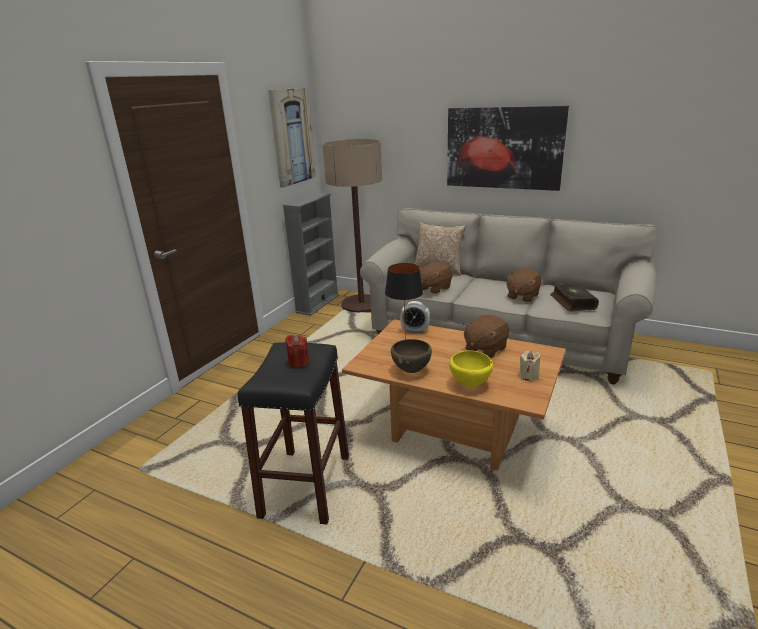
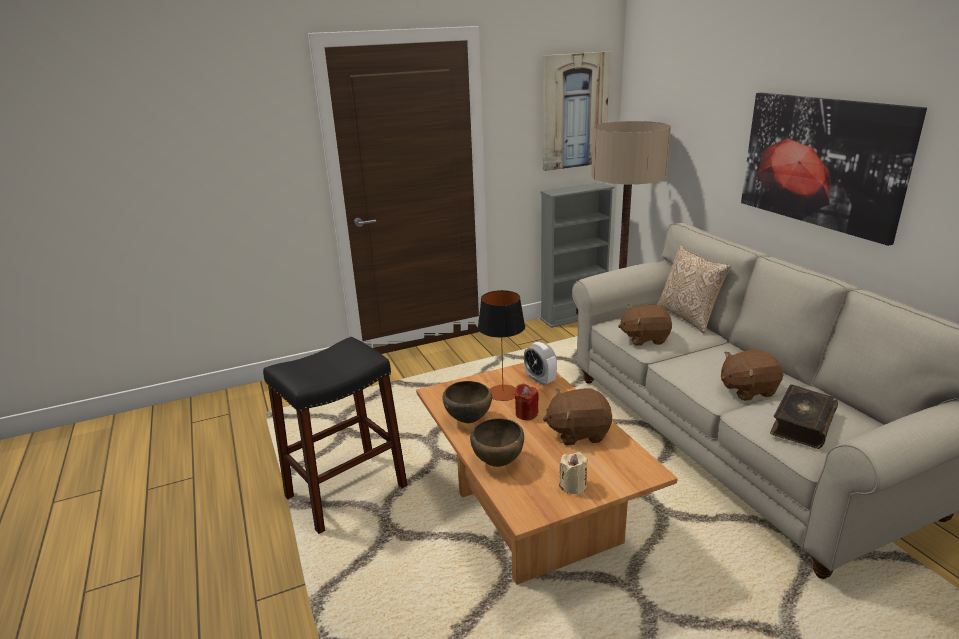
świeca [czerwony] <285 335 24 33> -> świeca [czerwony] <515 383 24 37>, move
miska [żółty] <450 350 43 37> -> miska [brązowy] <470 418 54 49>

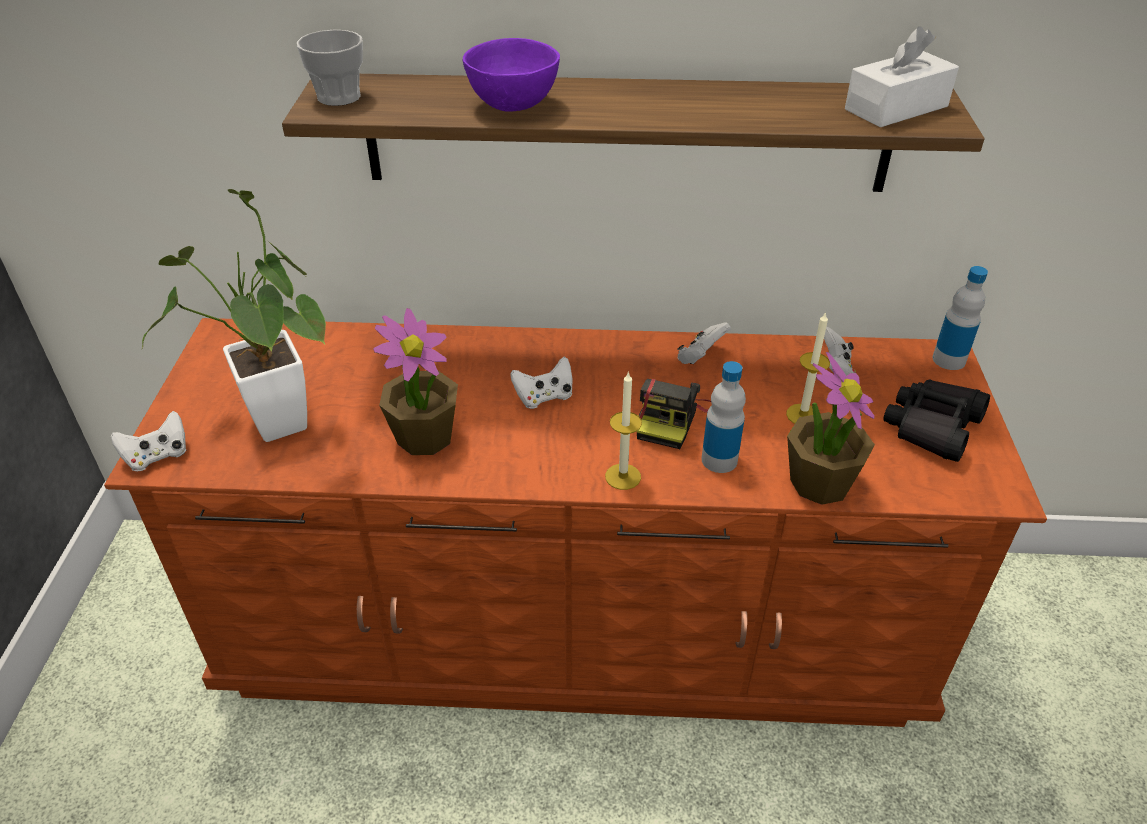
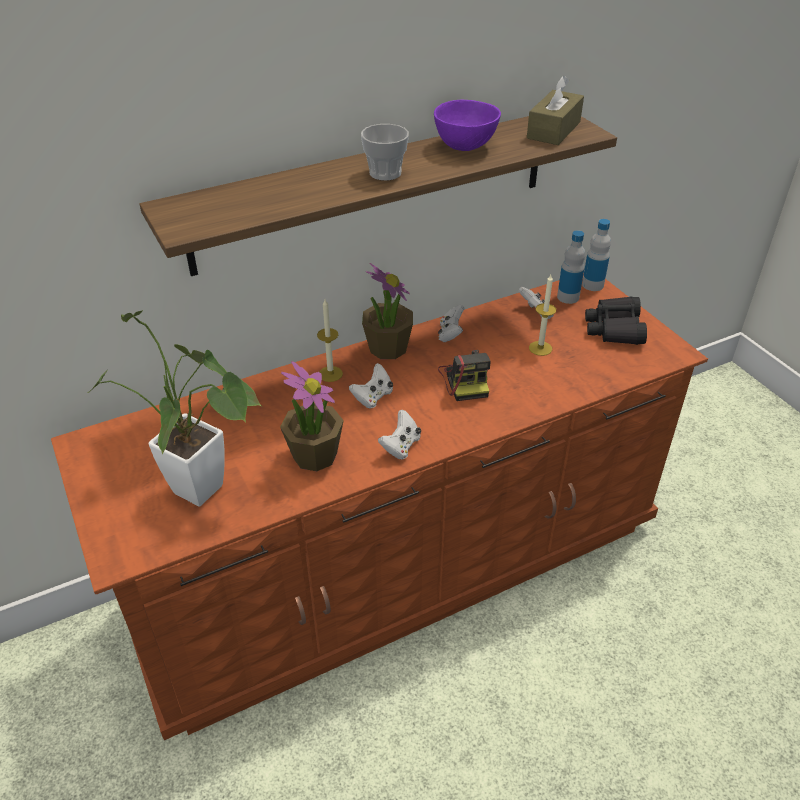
pudełko chusteczek [biały] <845 26 114 101> -> pudełko chusteczek [brązowy] <527 76 57 69>
filiżanka <297 30 66 76> -> filiżanka <361 124 48 57>, move
miska [fioletowy] <463 38 97 74> -> miska [fioletowy] <434 100 67 51>, move
roślina doniczkowa <787 352 88 153> -> roślina doniczkowa <362 263 51 96>, move
butelka <701 361 45 112> -> butelka <557 230 28 74>, move
świeca <605 371 37 119> -> świeca <317 299 26 83>, move
pad do gier [biały] <111 411 76 60> -> pad do gier [biały] <378 410 43 49>, move

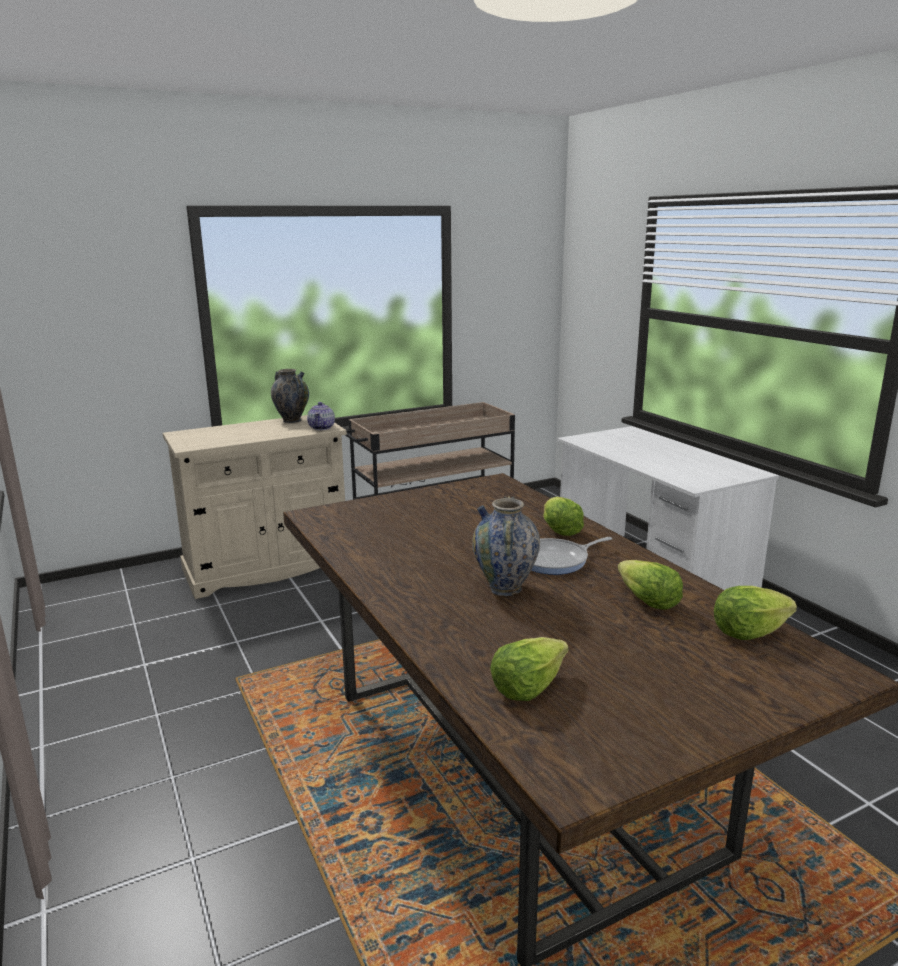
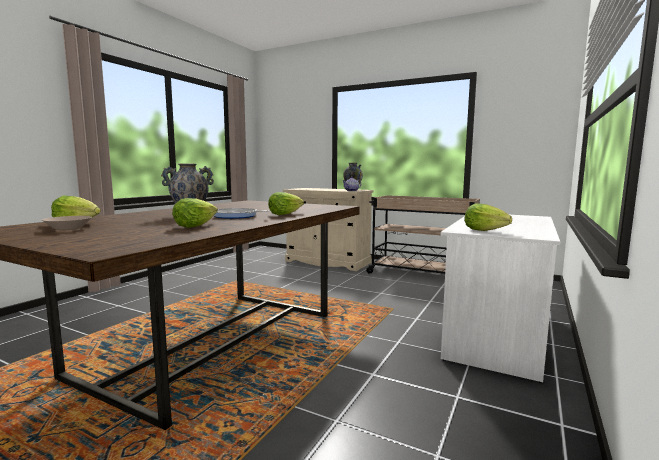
sałata <714 586 83 54> -> sałata <464 204 48 27>, move
none -> miska [beżowy] <42 216 50 14>

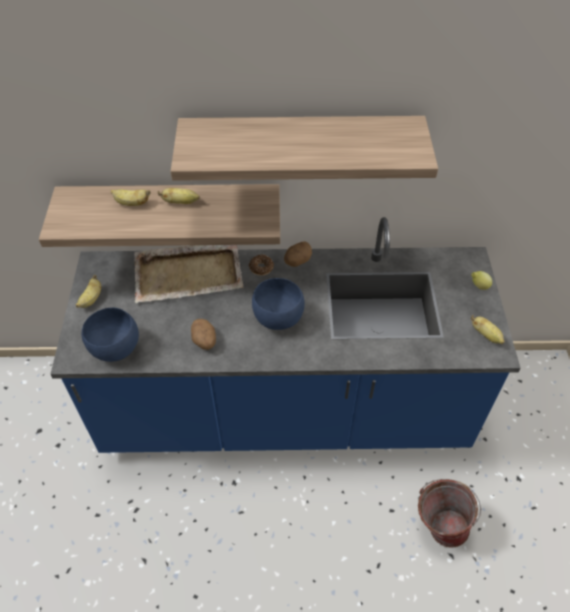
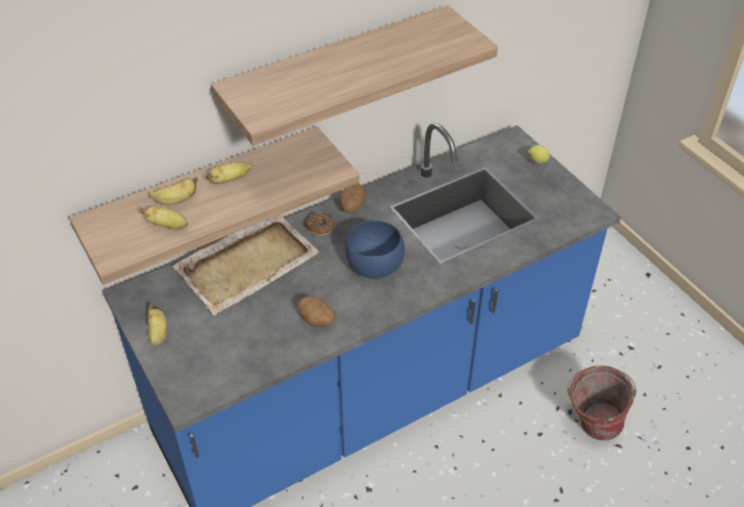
miska [niebieski] <82 308 57 54> -> none
banan <471 315 33 29> -> banan <140 206 48 24>, move

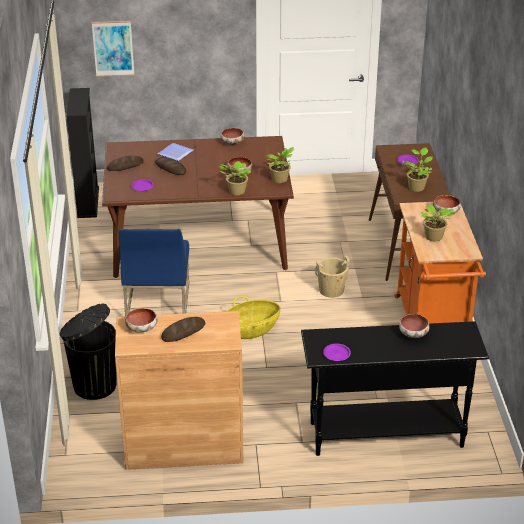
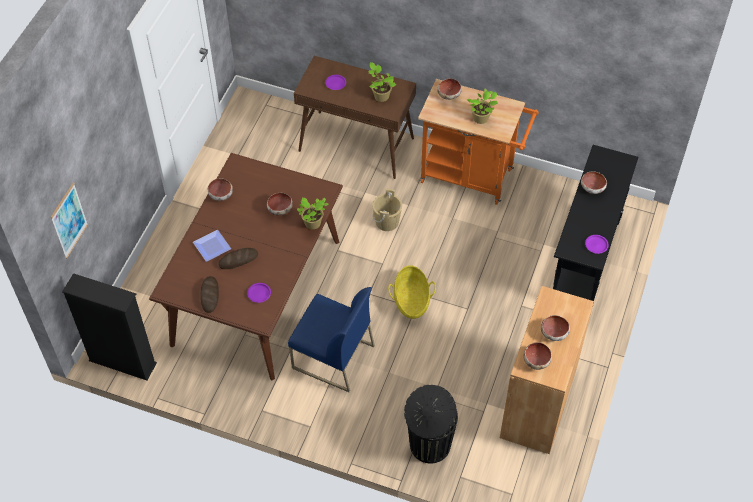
roślina doniczkowa <265 147 29 36> -> none
chleb <161 317 44 25> -> miska <541 315 29 26>

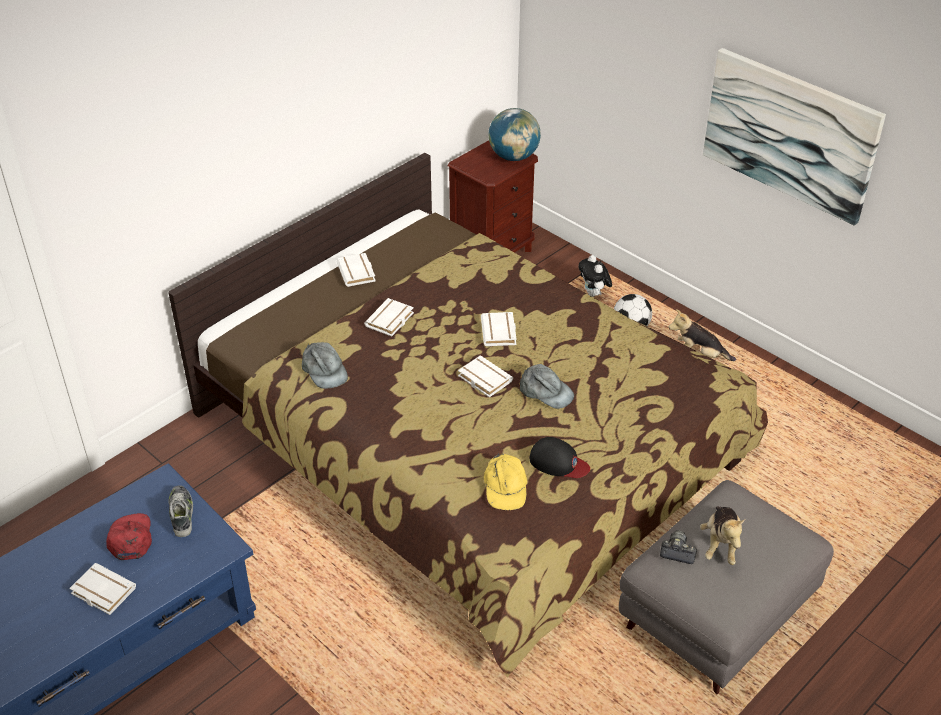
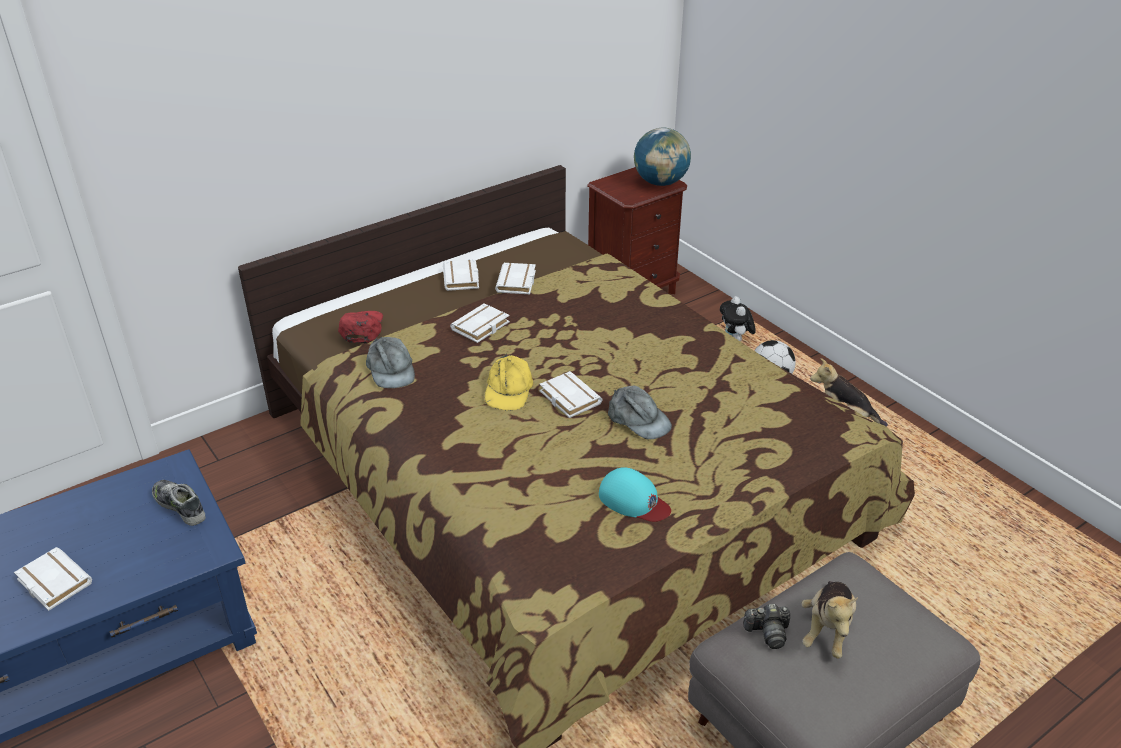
obraz <703 48 183 178> -> none
książka [biały] <481 312 36 34> -> książka [biały] <495 263 41 31>, move
czapka z daszkiem [czarny] <530 437 60 41> -> czapka z daszkiem [turkusowy] <599 467 72 55>
czapka z daszkiem [żółty] <484 453 43 57> -> czapka z daszkiem [żółty] <485 355 48 56>, move
but <169 486 24 51> -> but <152 480 54 46>, 45 degrees counterclockwise
czapka z daszkiem [czerwony] <106 513 46 47> -> czapka z daszkiem [czerwony] <338 311 45 32>, move
aparat fotograficzny <660 530 38 34> -> aparat fotograficzny <743 604 48 45>, 150 degrees clockwise

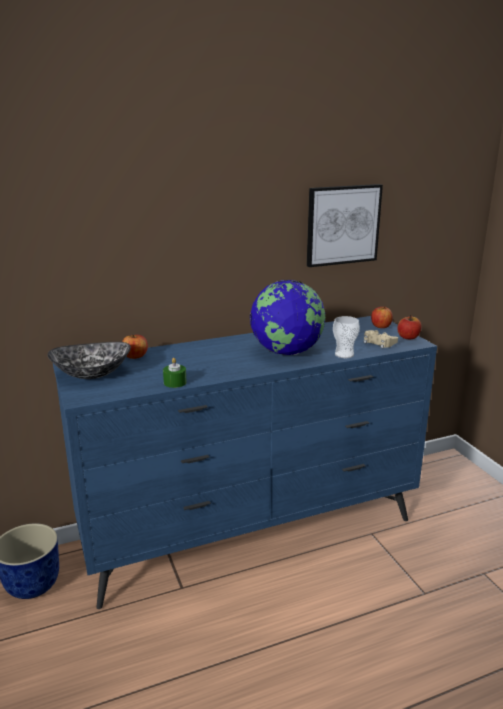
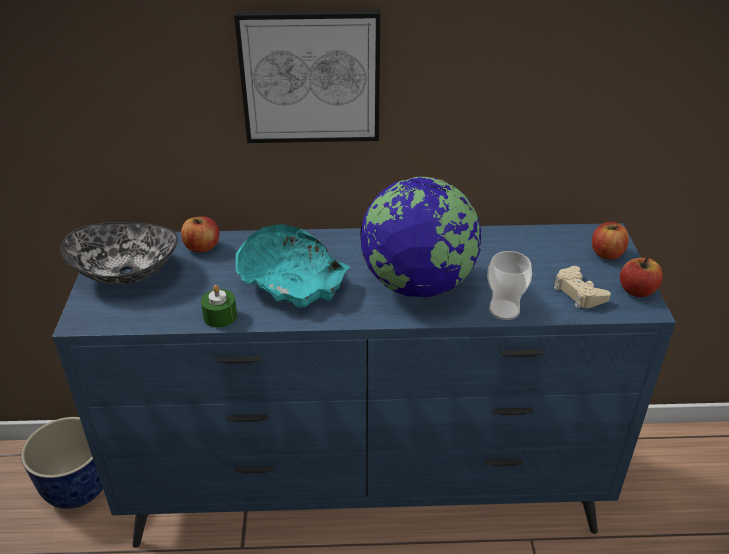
obraz <306 184 77 83> -> obraz <234 9 146 134>, move
none -> miska [turkusowy] <235 224 114 84>

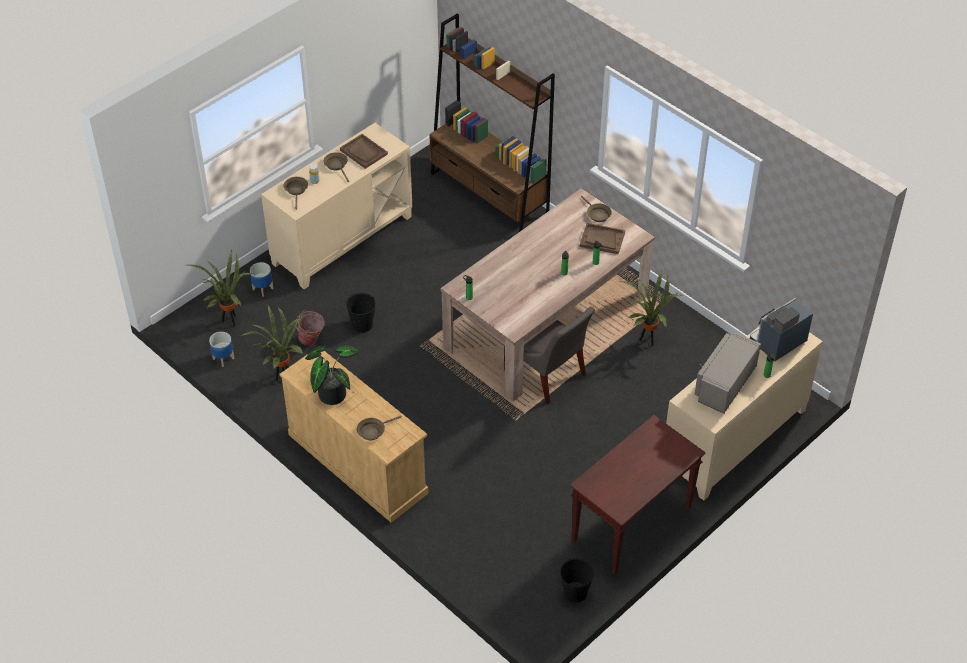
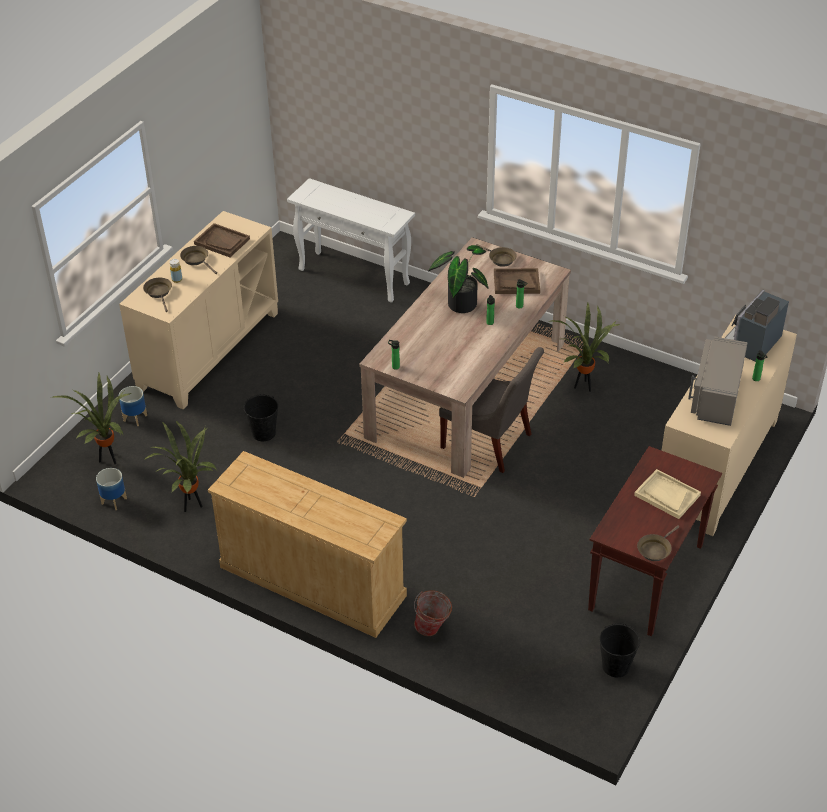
regał [brązowy] <430 13 125 219> -> stolik konsolowy [biały] <287 178 128 125>
wiadro <296 310 29 36> -> wiadro <414 590 38 46>, move
roślina doniczkowa <305 345 55 60> -> roślina doniczkowa <428 245 60 68>, move
patelnia [brązowy] <357 415 45 25> -> patelnia [brązowy] <637 525 42 36>, move
none -> taca [beżowy] <634 469 67 50>

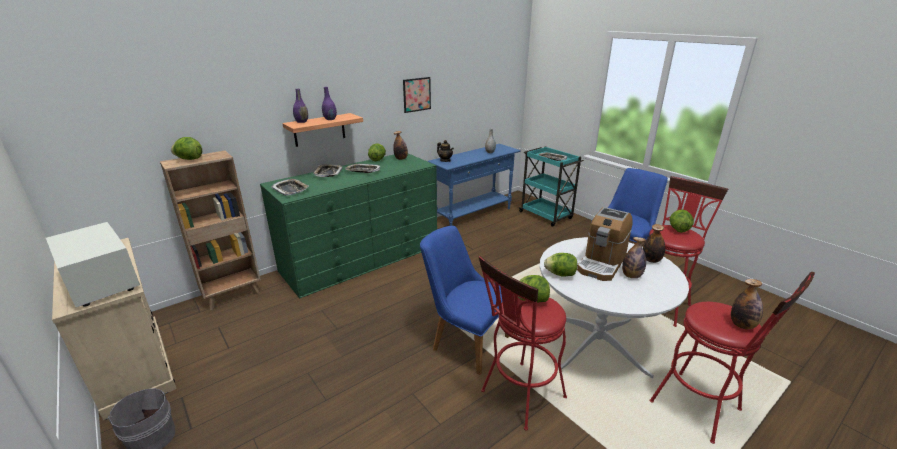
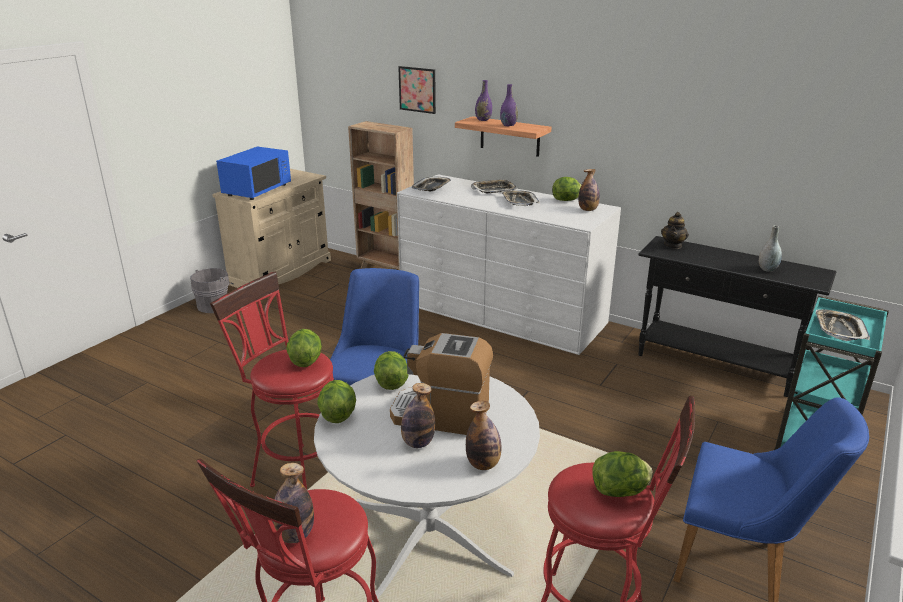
obraz <403 77 28 36> -> obraz <398 66 38 48>, move
sałata <171 137 31 23> -> sałata <317 380 39 43>, move
stolik konsolowy [niebieski] <427 144 94 82> -> stolik konsolowy [czarny] <638 236 198 161>
komoda [zielony] <260 153 177 145> -> komoda [biały] <397 174 224 181>
mikrofalówka [biały] <46 222 94 85> -> mikrofalówka [niebieski] <216 147 75 53>

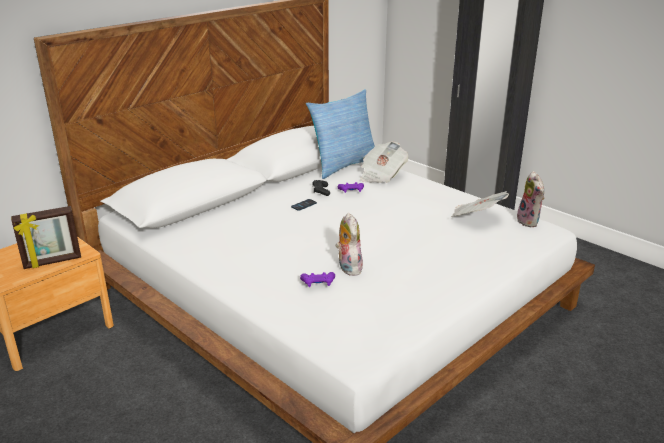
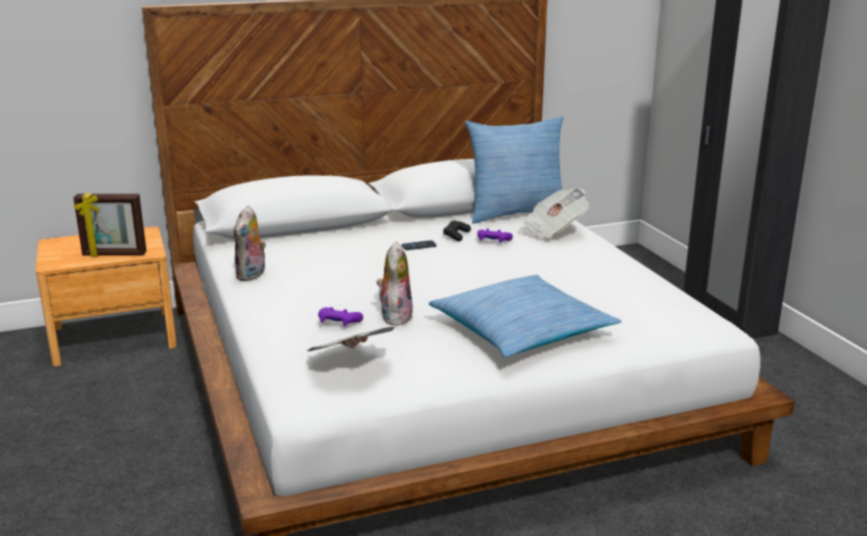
pluszak <517 171 27 56> -> pluszak <234 206 32 75>, move
gazeta <451 191 58 26> -> gazeta <307 327 88 25>, move
none -> poduszka <429 275 192 82>

